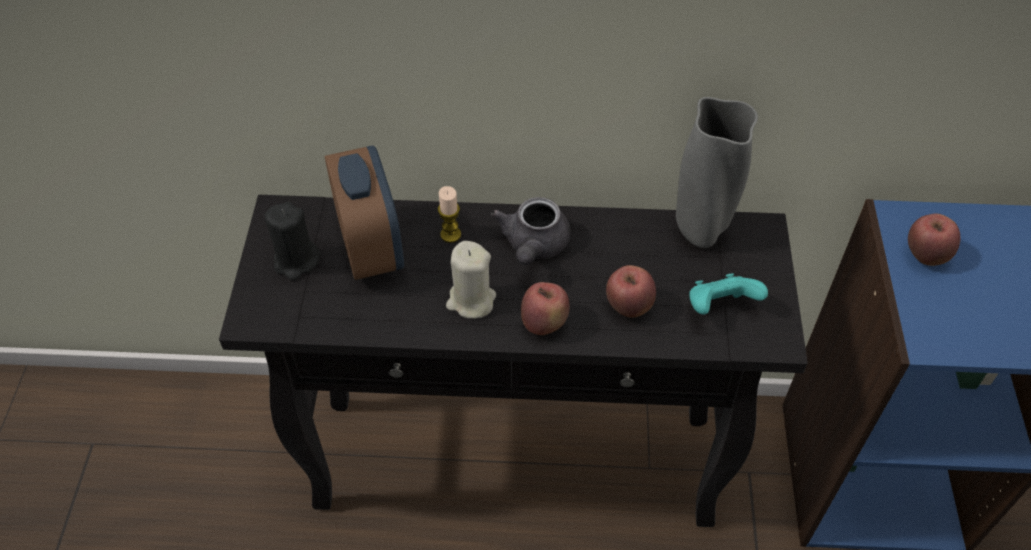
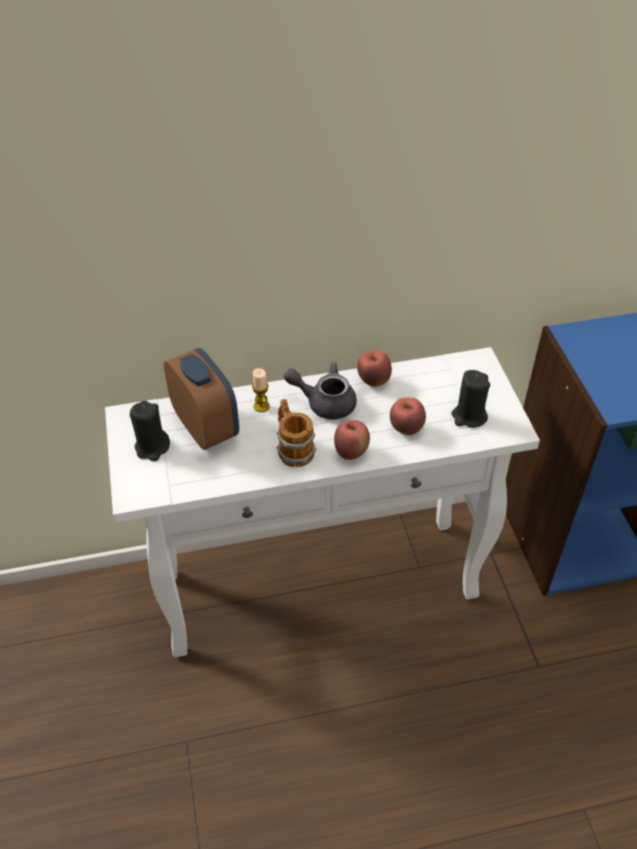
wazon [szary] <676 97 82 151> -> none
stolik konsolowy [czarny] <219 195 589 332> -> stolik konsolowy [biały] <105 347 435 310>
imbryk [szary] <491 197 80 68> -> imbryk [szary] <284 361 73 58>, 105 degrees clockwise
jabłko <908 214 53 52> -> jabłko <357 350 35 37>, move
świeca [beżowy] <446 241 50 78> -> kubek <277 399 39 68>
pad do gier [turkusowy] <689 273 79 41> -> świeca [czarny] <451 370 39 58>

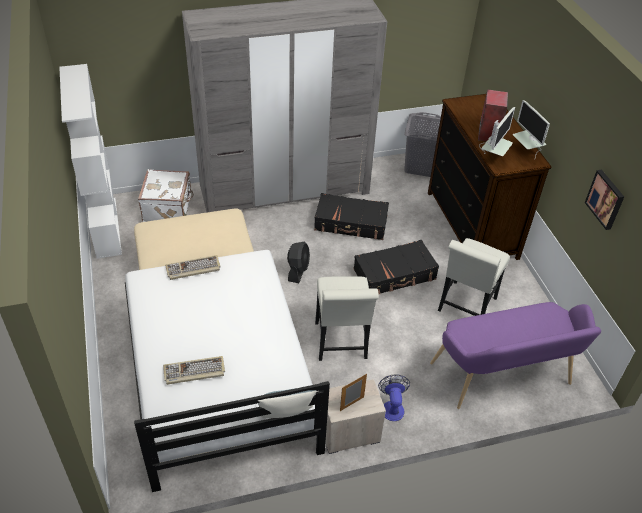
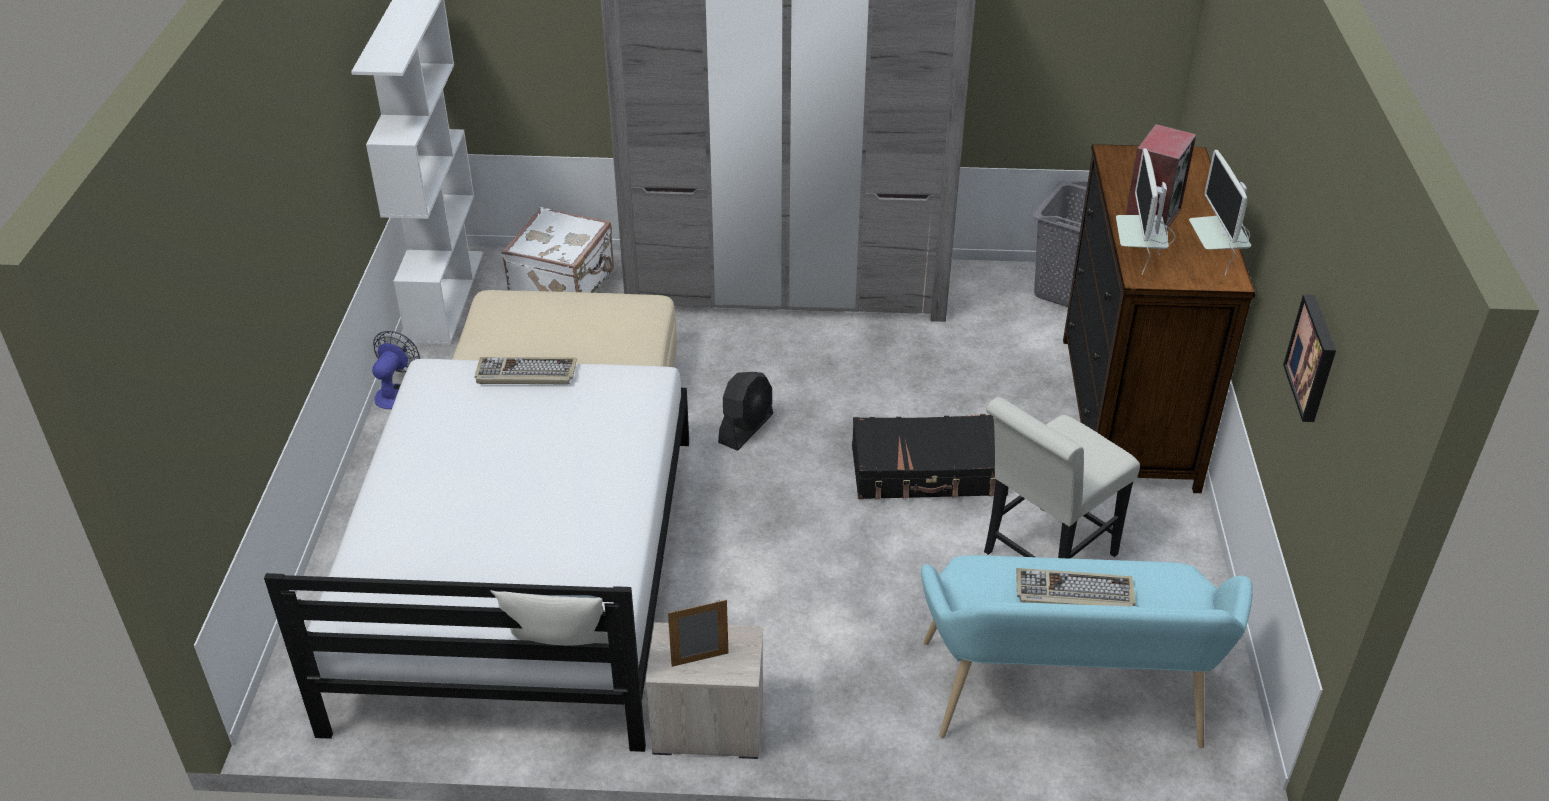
monitor <479 107 36 49> -> monitor <1116 148 59 127>, 135 degrees clockwise
walizka [czarny] <314 193 75 47> -> none
krzesło [biały] <315 277 64 84> -> none
ławka [fioletowy] <430 302 171 107> -> ławka [turkusowy] <921 555 332 193>
klawiatura <163 356 62 29> -> klawiatura <1016 568 120 38>, move
wentylator <378 374 32 47> -> wentylator <372 331 48 78>, move

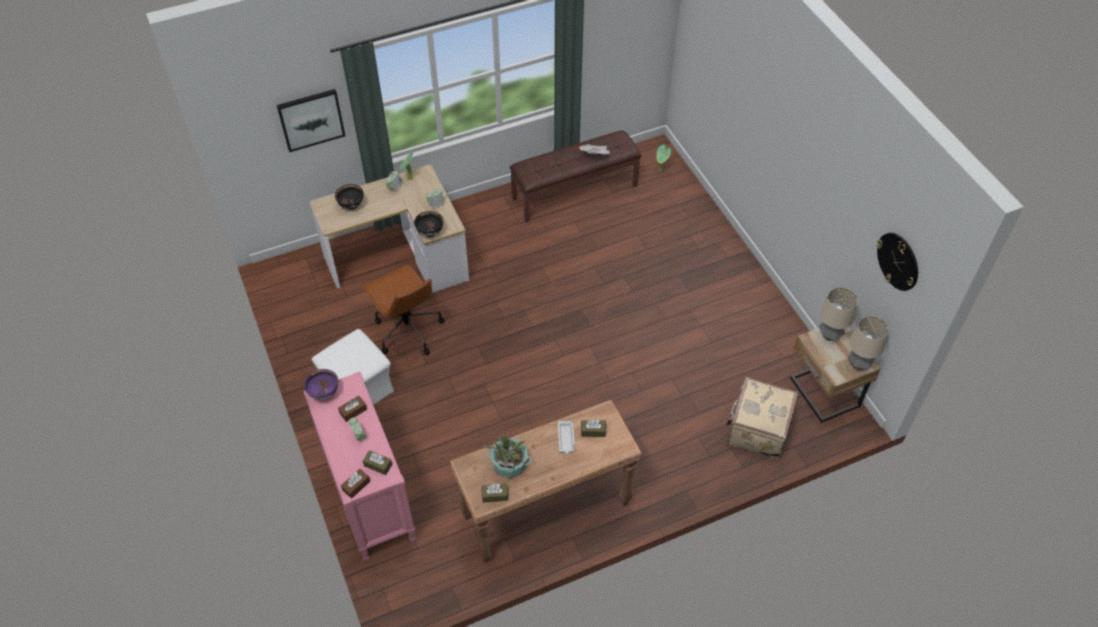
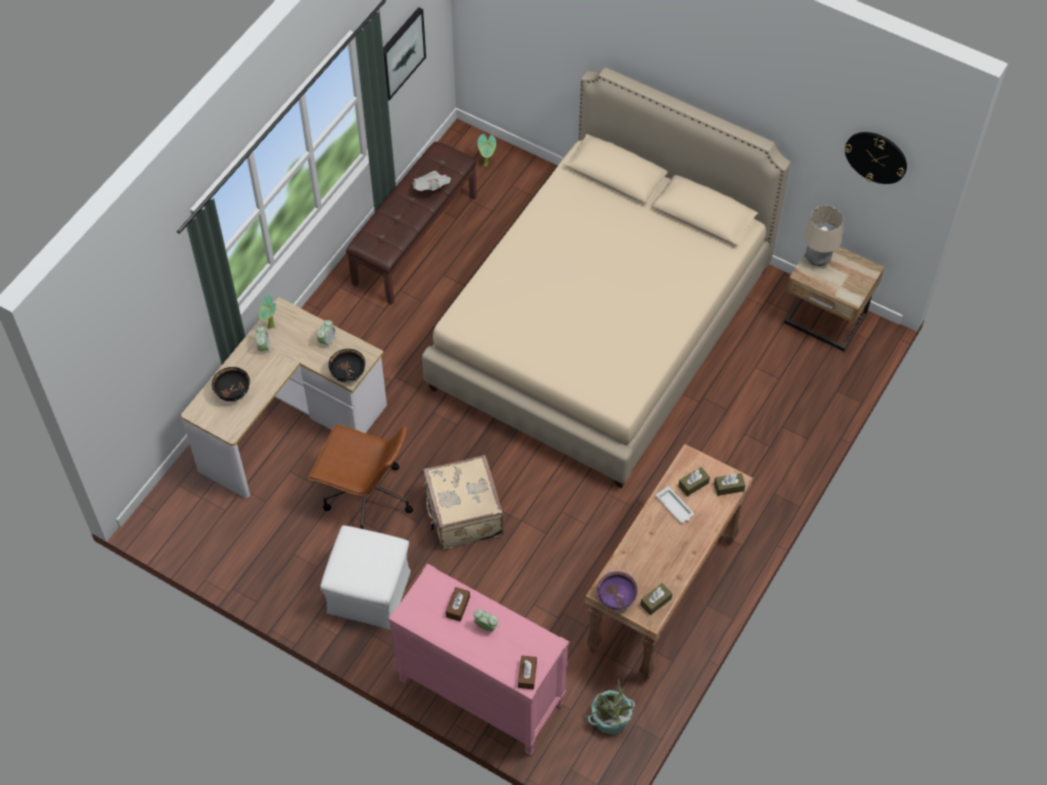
obraz <277 89 68 63> -> obraz <383 7 43 94>, move
lampa stołowa <847 316 41 54> -> none
miska [fioletowy] <304 369 34 31> -> miska [fioletowy] <597 572 40 38>, move
walizka [beżowy] <726 377 72 82> -> walizka [beżowy] <423 455 81 95>, move
roślina doniczkowa <484 435 48 43> -> roślina doniczkowa <585 679 50 56>, move
pudełko chusteczek [brązowy] <363 450 29 25> -> pudełko chusteczek [brązowy] <714 473 31 23>, move
none -> łóżko [beżowy] <422 67 369 421>

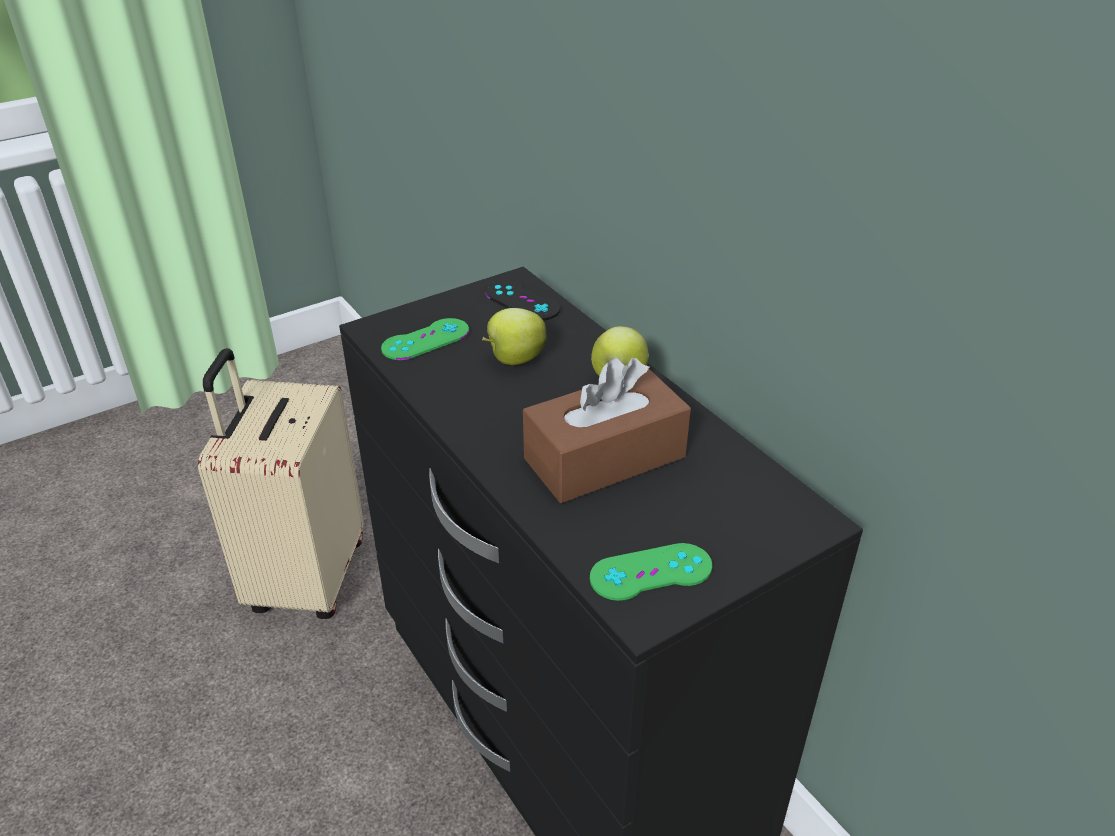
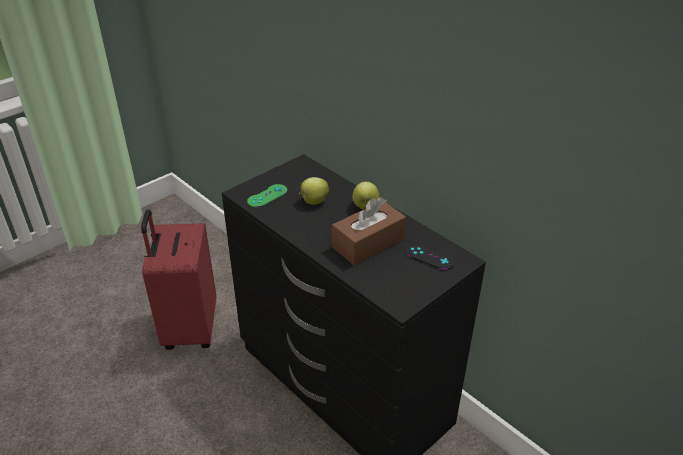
pad do gier [czarny] <485 281 75 40> -> pad do gier [czarny] <406 244 49 26>, move
walizka [beżowy] <198 348 165 271> -> walizka [czerwony] <141 209 75 141>
pad do gier [zielony] <590 543 122 58> -> none

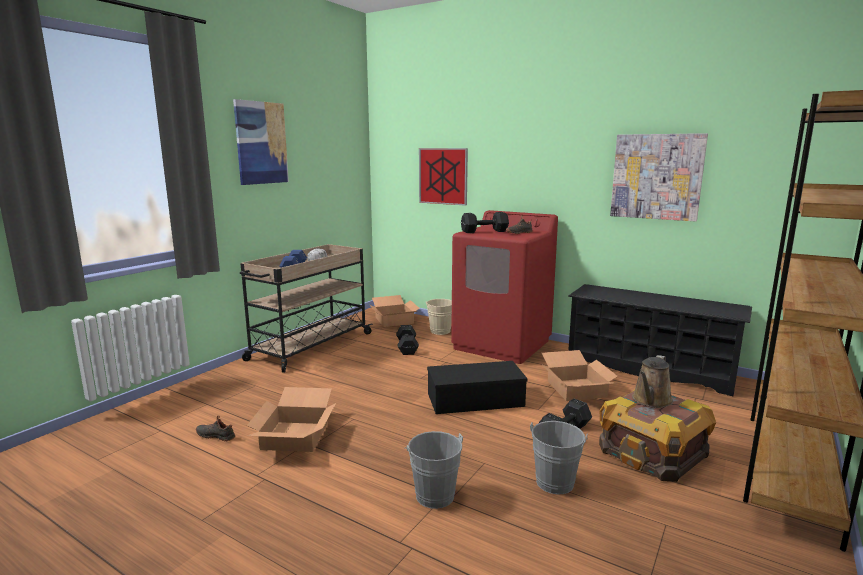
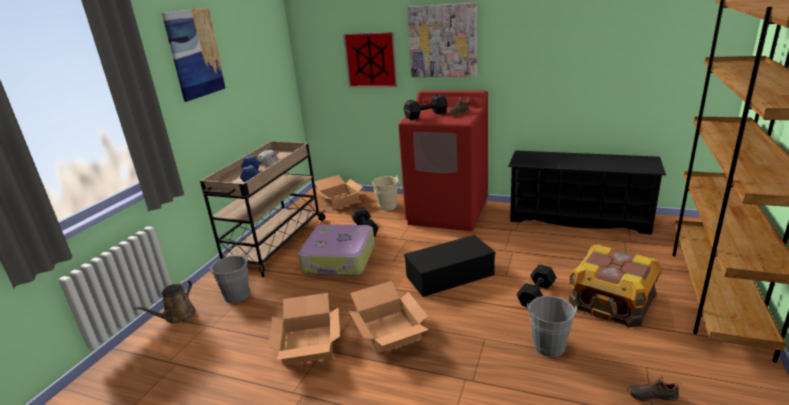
obraz <610 133 98 89> -> obraz <407 3 70 74>, move
karton <541 350 77 51> -> karton <349 281 80 73>, move
konewka [brązowy] <632 355 41 53> -> konewka [brązowy] <134 280 62 44>, move
but [czarny] <196 415 39 27> -> but [czarny] <628 375 53 27>, move
wiadro [szary] <405 431 58 78> -> wiadro [szary] <209 254 41 49>, move
none -> walizka <298 224 77 52>

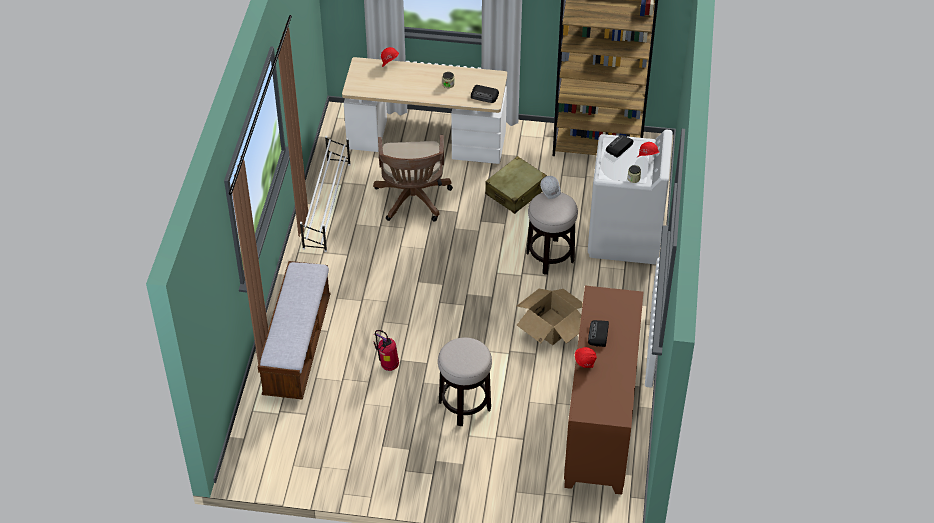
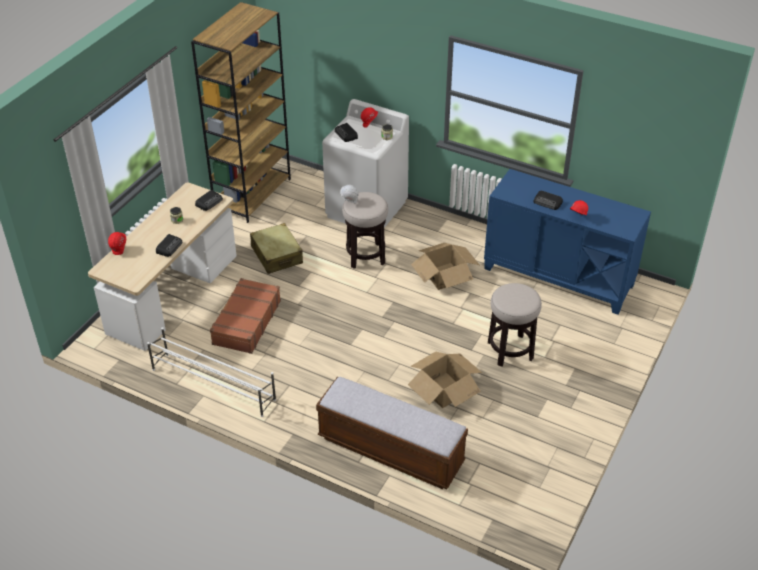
krzesło biurowe [brązowy] <373 135 80 86> -> walizka [brązowy] <210 278 71 76>
szafka [brązowy] <564 286 79 209> -> szafka [niebieski] <484 169 167 146>
gaśnica <373 330 26 41> -> karton <408 352 74 56>
none -> radio <156 234 26 23>

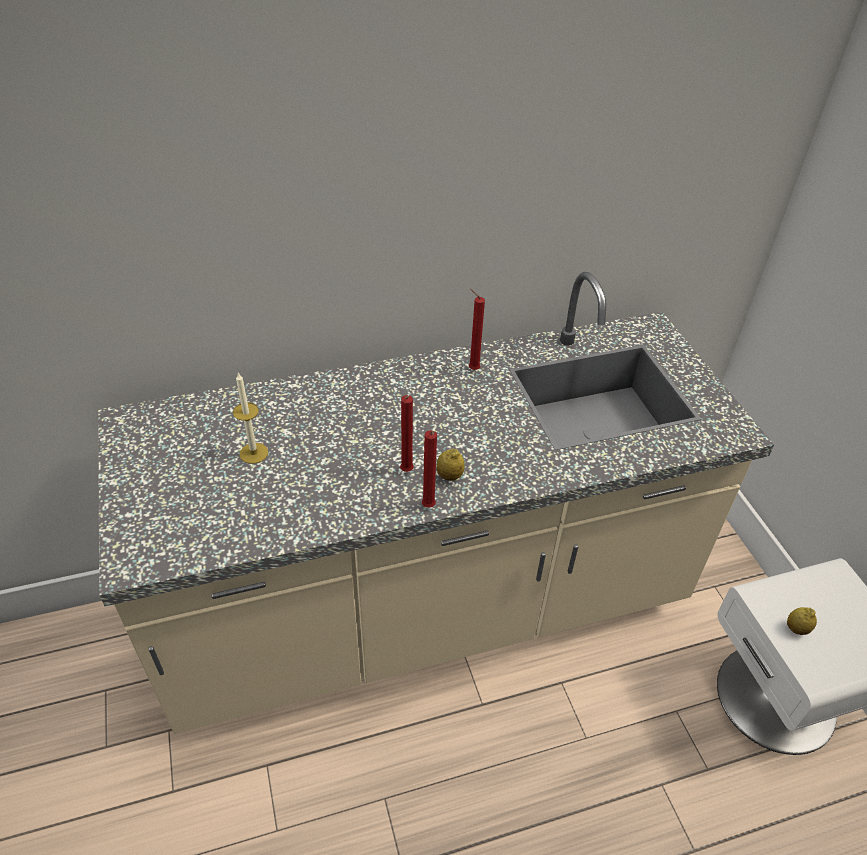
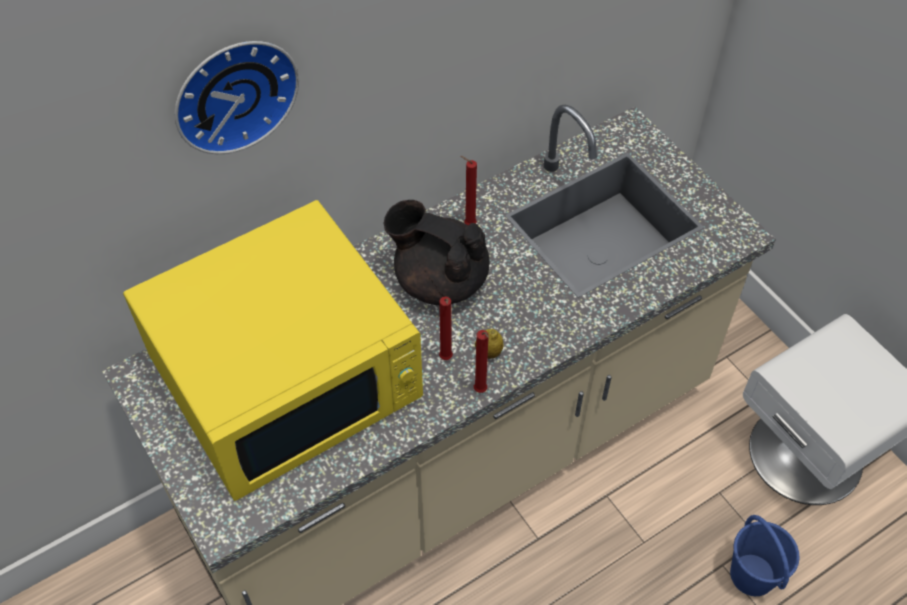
świeca <233 373 35 91> -> mikrofalówka [żółty] <123 200 300 301>
cytryna <787 607 30 28> -> none
none -> zegar ścienny <175 41 124 113>
none -> imbryk [czarny] <384 200 105 105>
none -> wiadro [niebieski] <730 515 69 81>

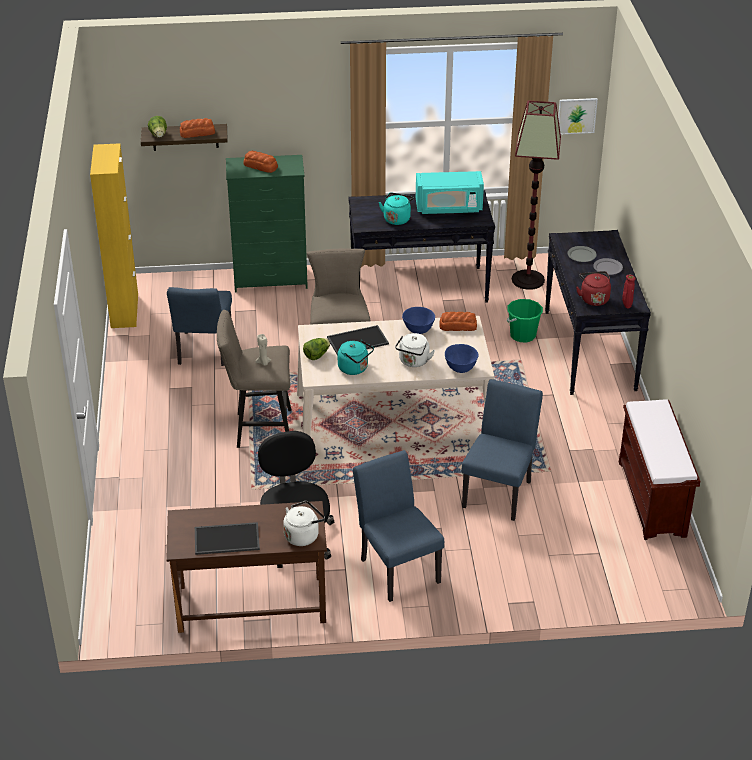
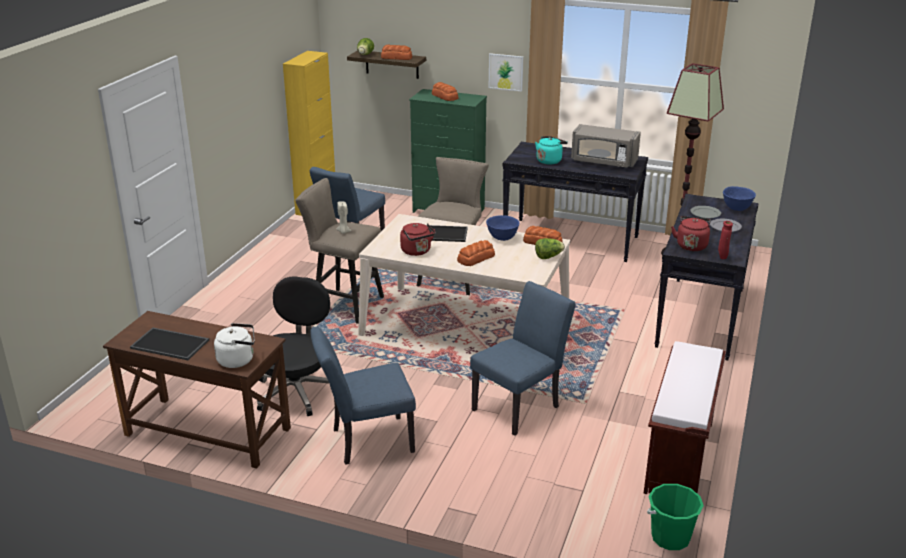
obraz <558 98 40 36> -> obraz <489 53 34 39>, move
mikrofalówka [turkusowy] <416 171 68 43> -> mikrofalówka [szary] <571 124 70 44>
wiadro [zielony] <507 299 36 44> -> wiadro [zielony] <647 484 57 66>, move
czajnik [biały] <395 333 40 34> -> chleb <457 240 38 26>
sałata <303 338 27 22> -> sałata <535 238 30 21>, move
czajnik [turkusowy] <338 340 36 35> -> czajnik [czerwony] <400 223 35 33>
miska [niebieski] <445 344 33 29> -> miska [niebieski] <723 186 33 25>, move
krzesło [niebieski] <353 450 91 152> -> krzesło [niebieski] <311 327 105 138>, 105 degrees counterclockwise

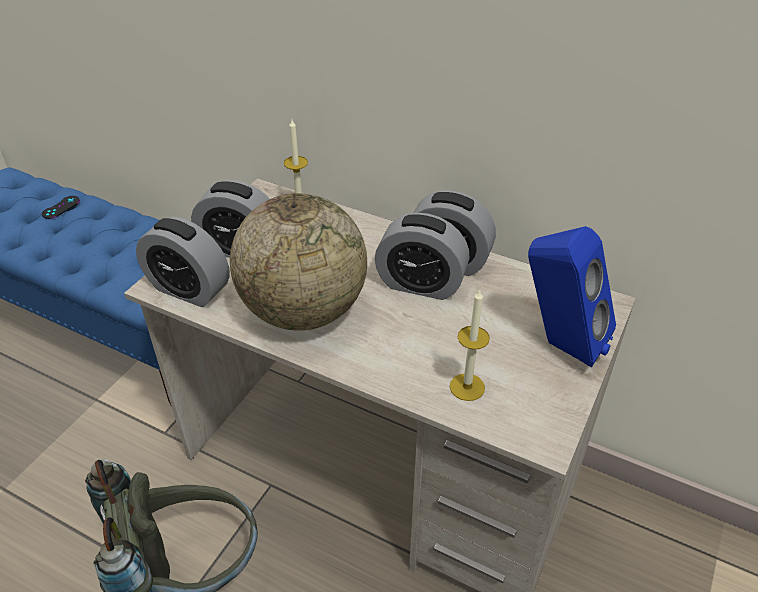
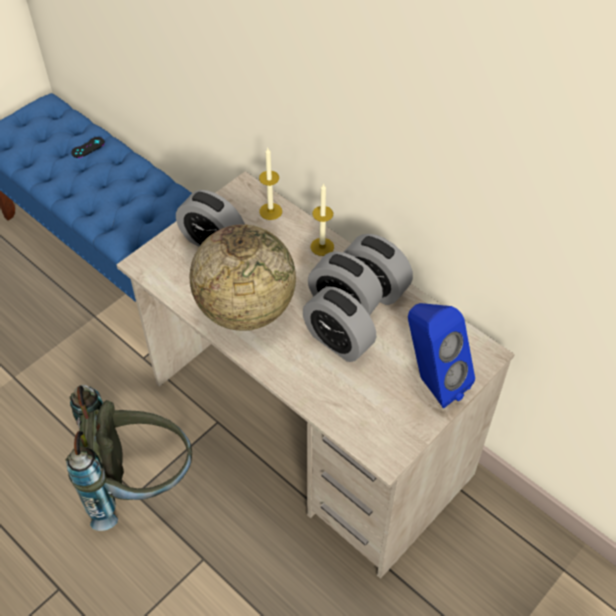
budzik <136 217 94 90> -> budzik <303 287 73 75>, move
świeca <450 289 40 112> -> świeca <310 183 24 73>, move

